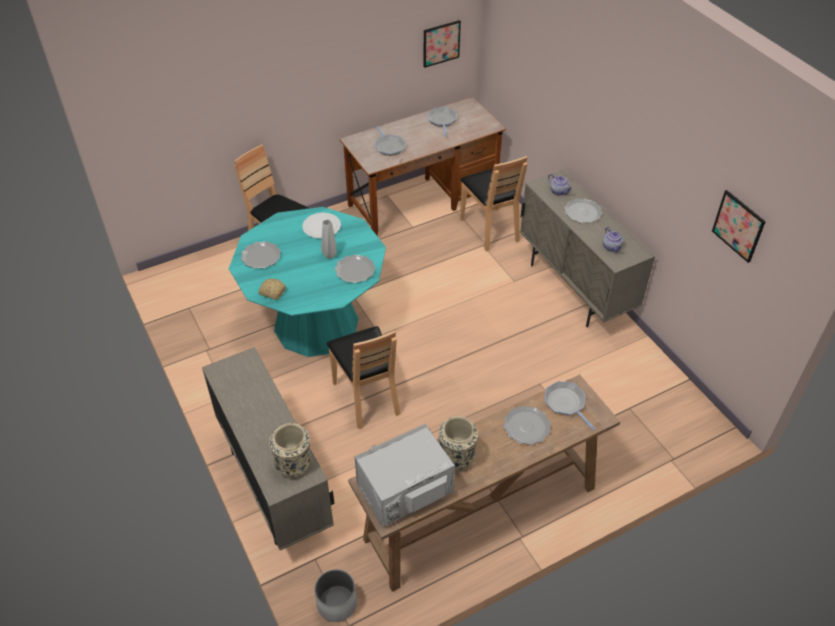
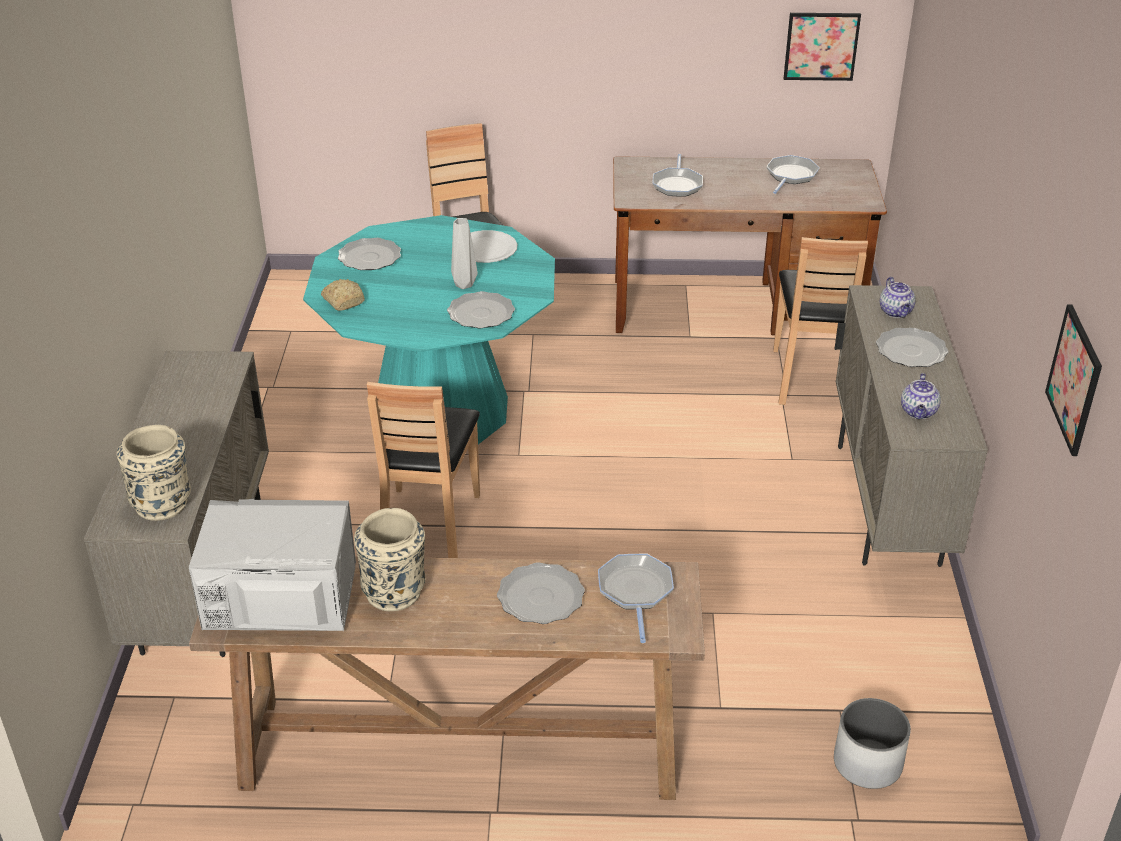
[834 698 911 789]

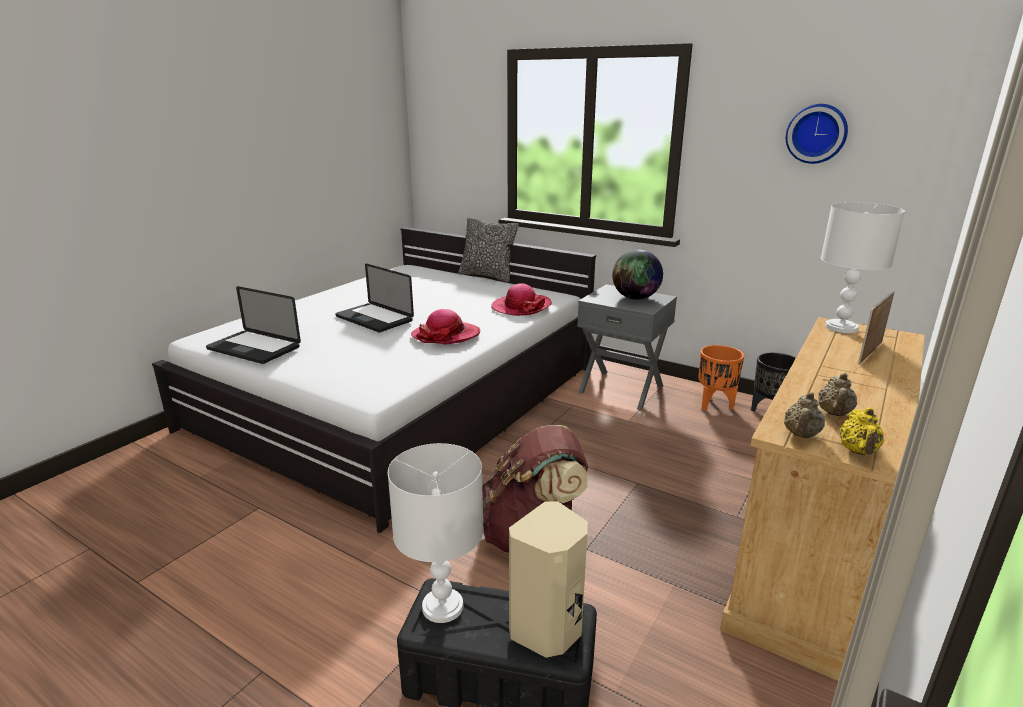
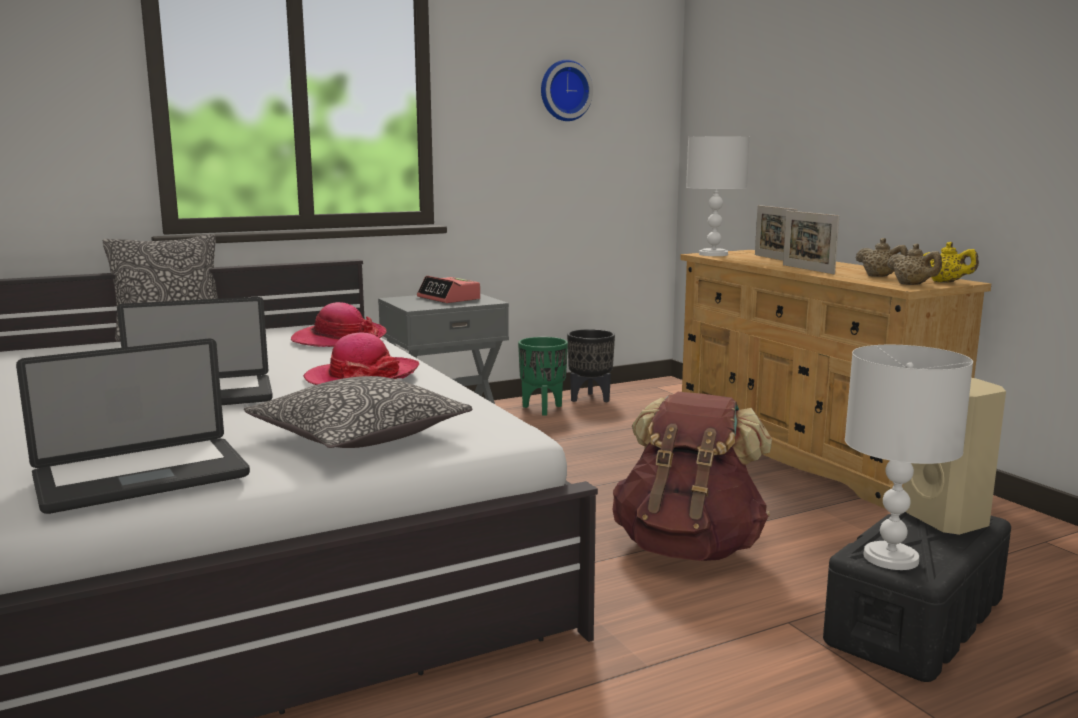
[417 276 480 303]
[518 337 568 416]
[783 210 839 274]
[244 376 472 448]

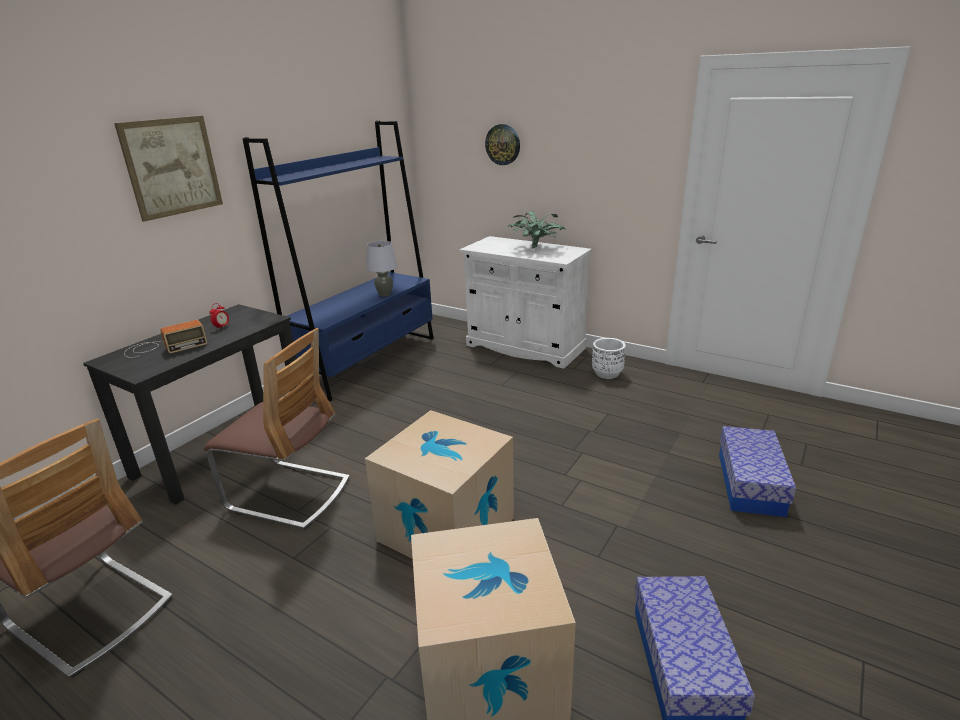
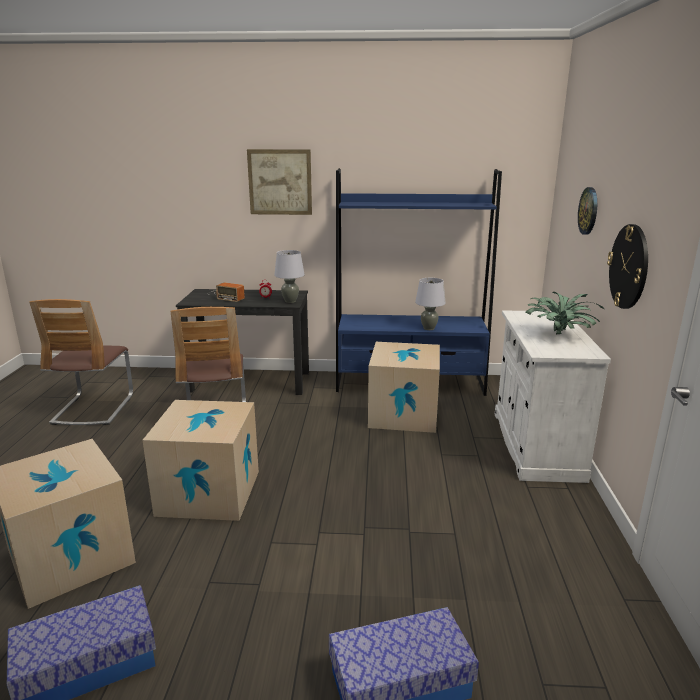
[592 338 626 379] (first image)
[607 224 648 309]
[274 250 305 303]
[368 342 440 433]

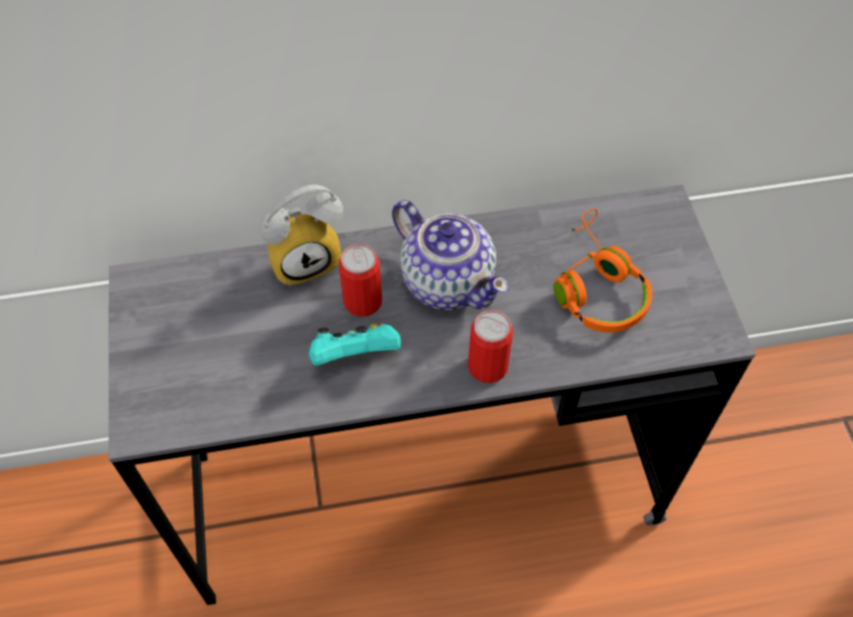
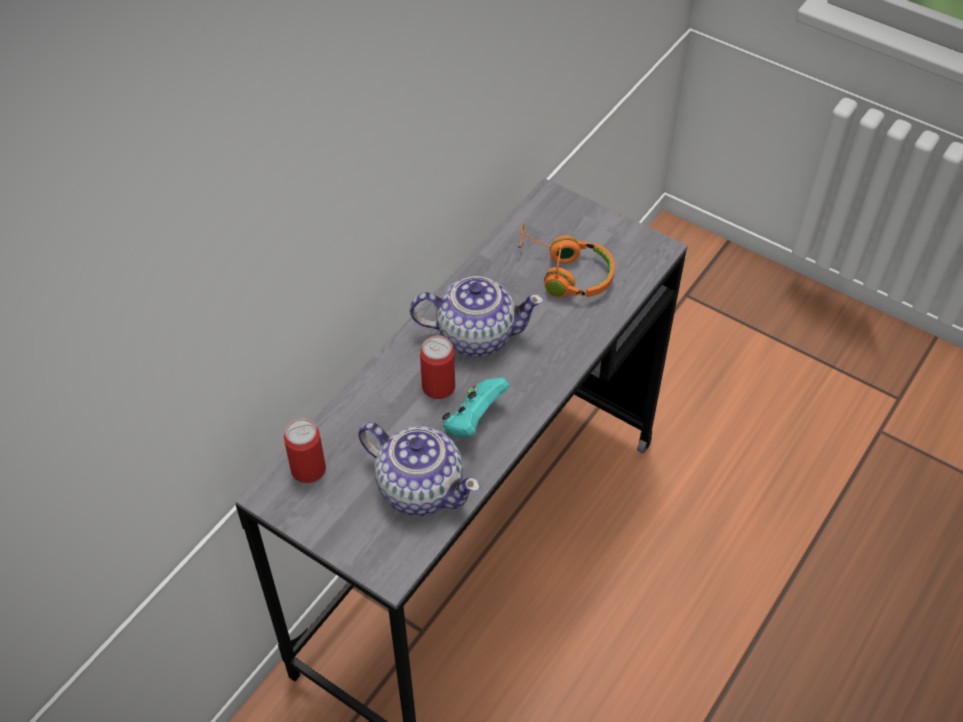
[260 185 343 286] (first image)
[284 418 326 483]
[358 422 481 516]

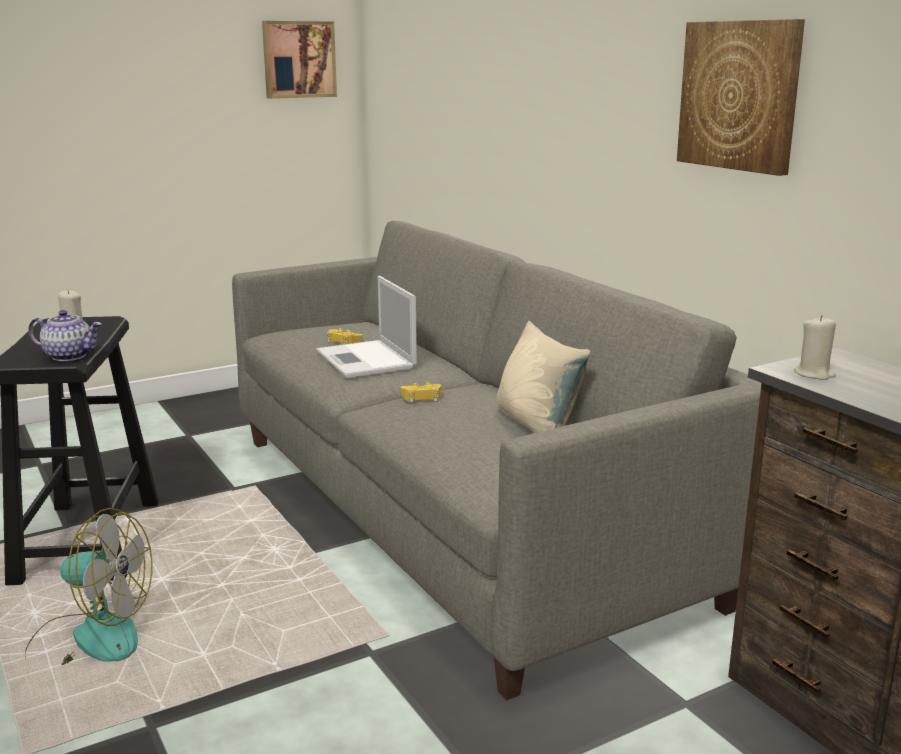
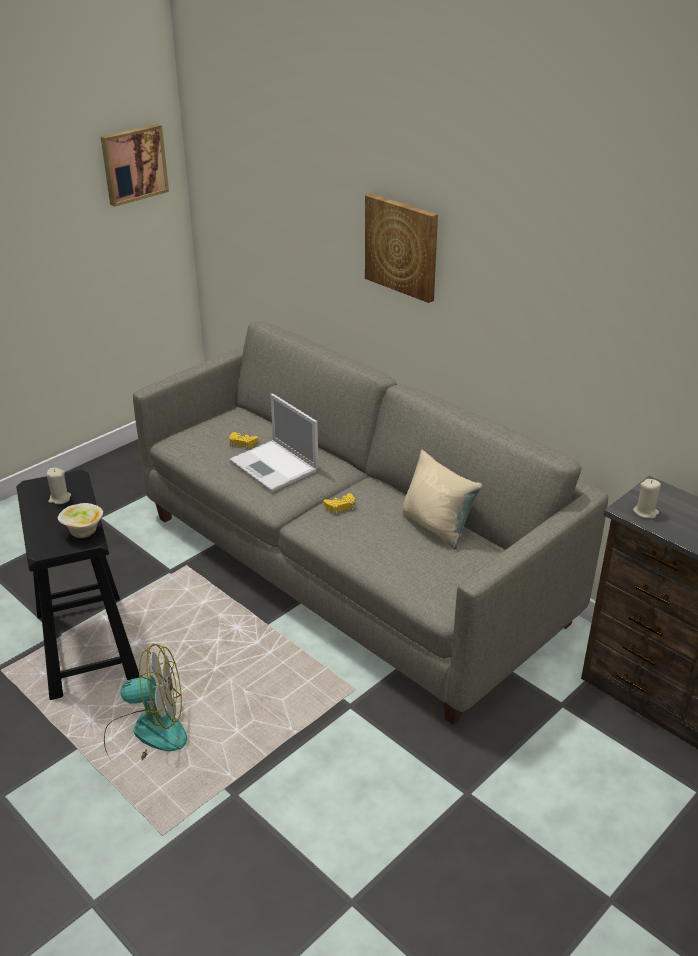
[365 194 438 303]
[57 503 103 538]

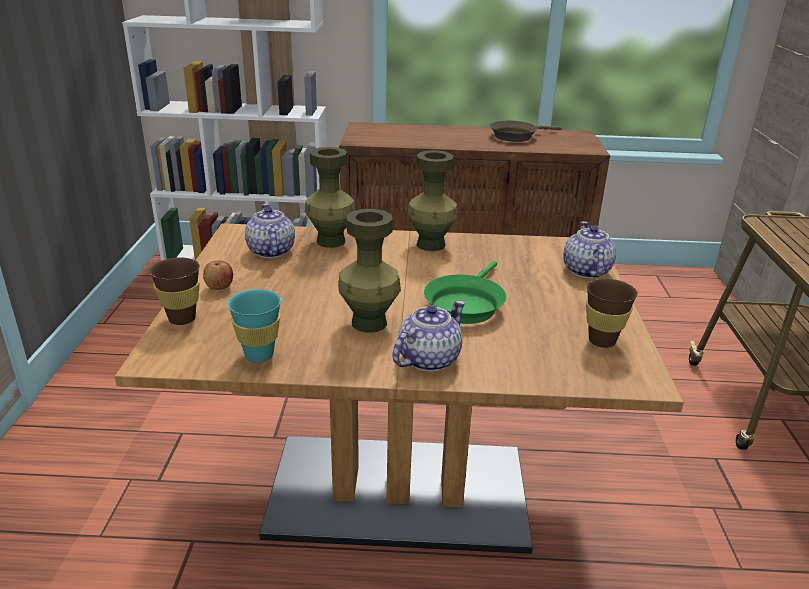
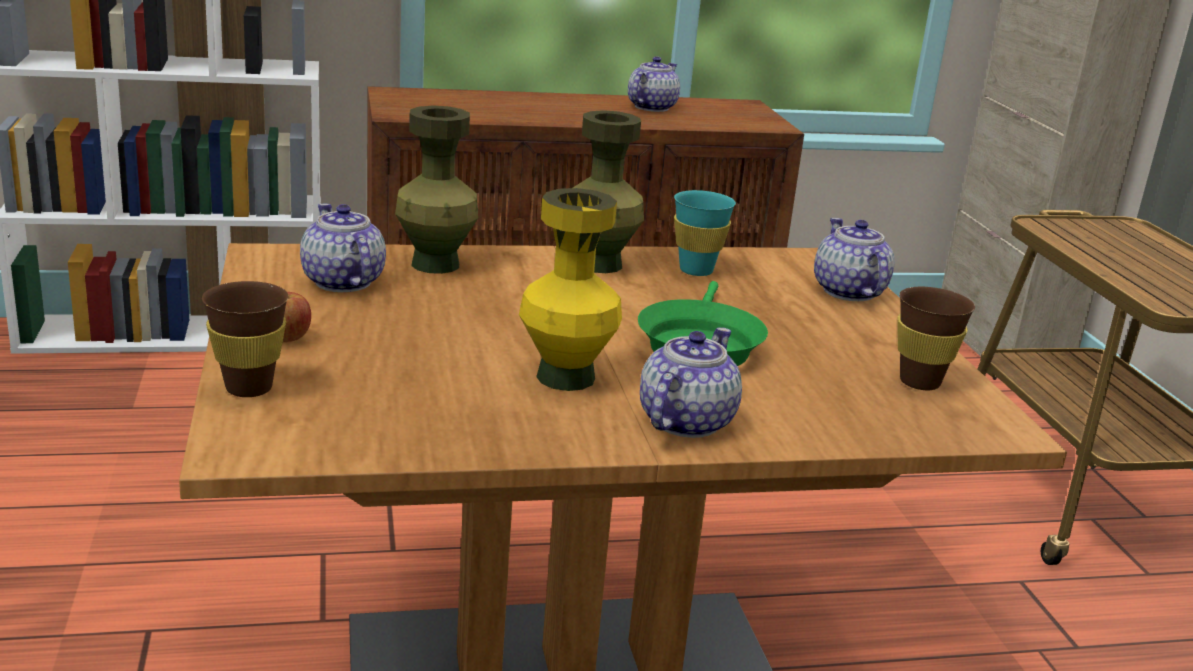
[628 56 680 112]
[519 188 622 391]
[674 190 736 276]

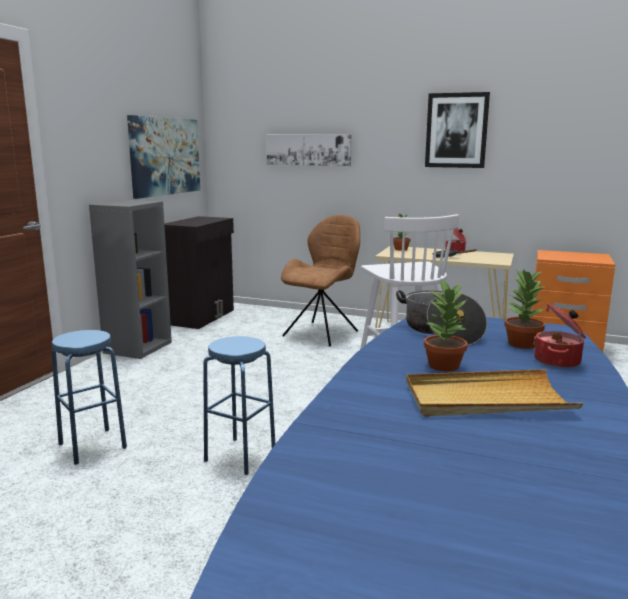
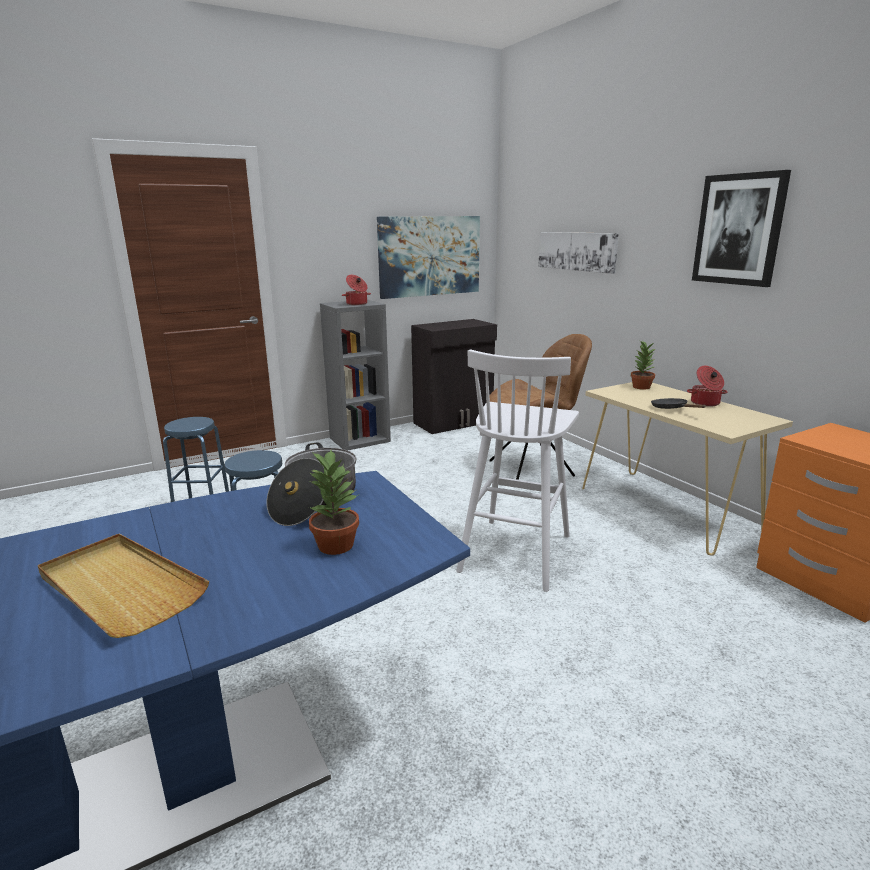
[424 279 468 372] (first image)
[342 275 371 305]

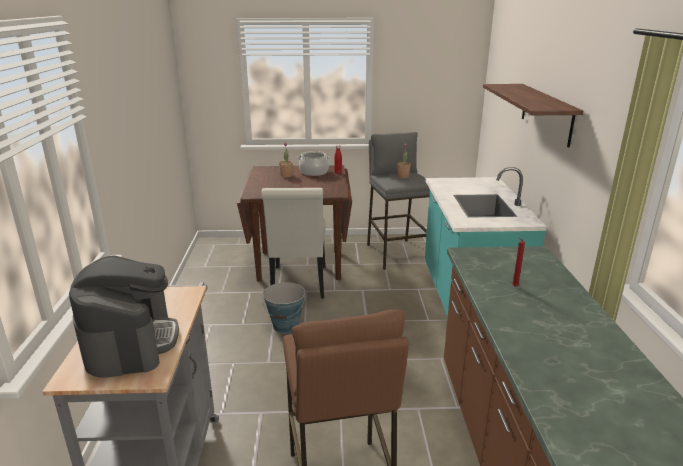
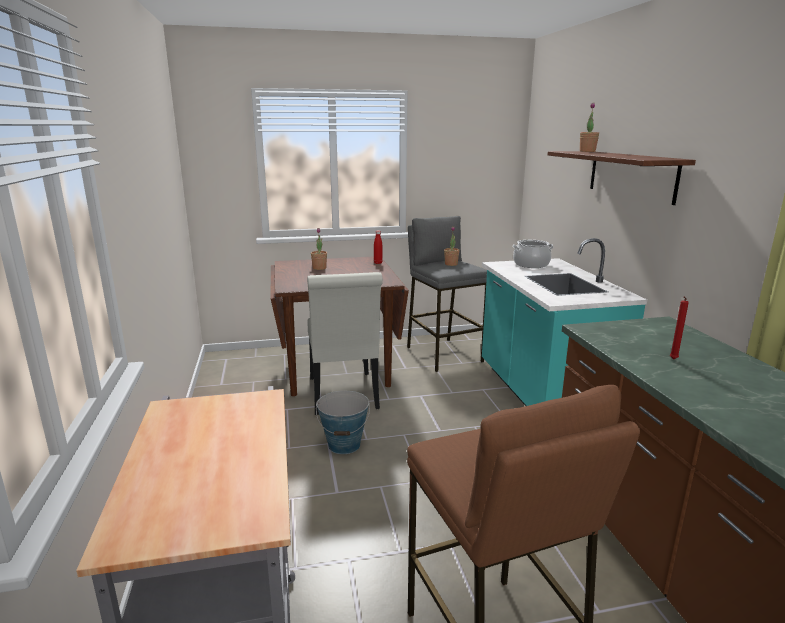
[512 240 554 268]
[69 255 179 378] (first image)
[580 103 599 152]

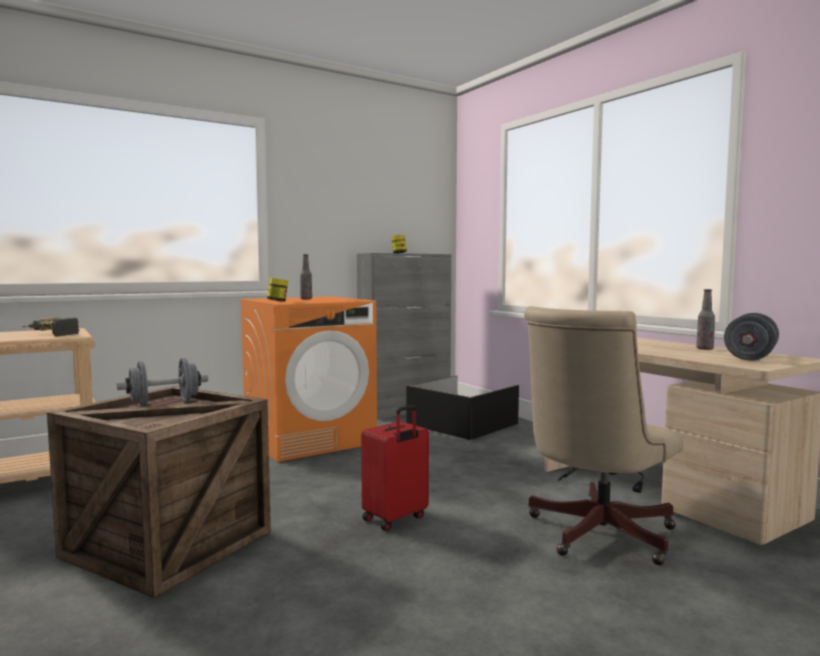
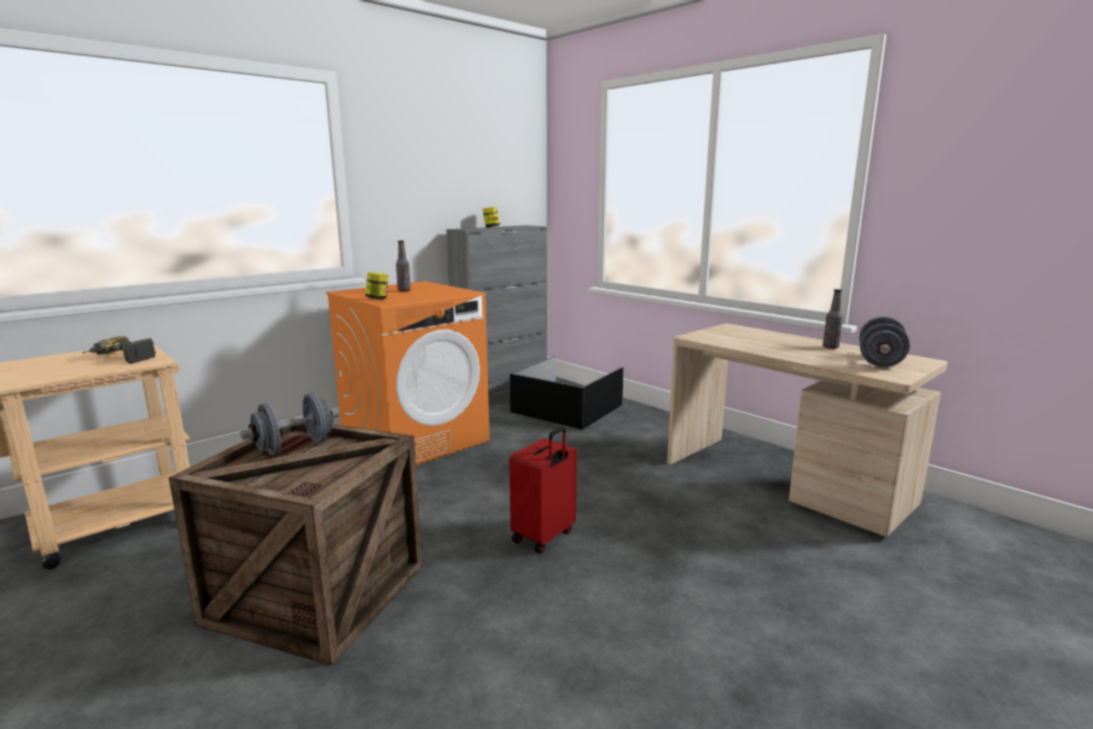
[524 306 683 565] (first image)

